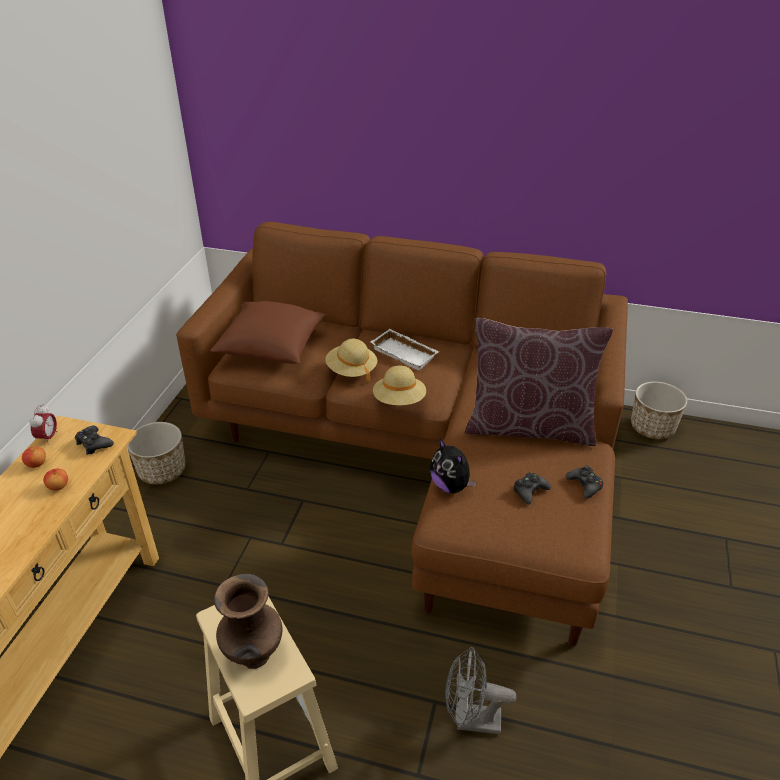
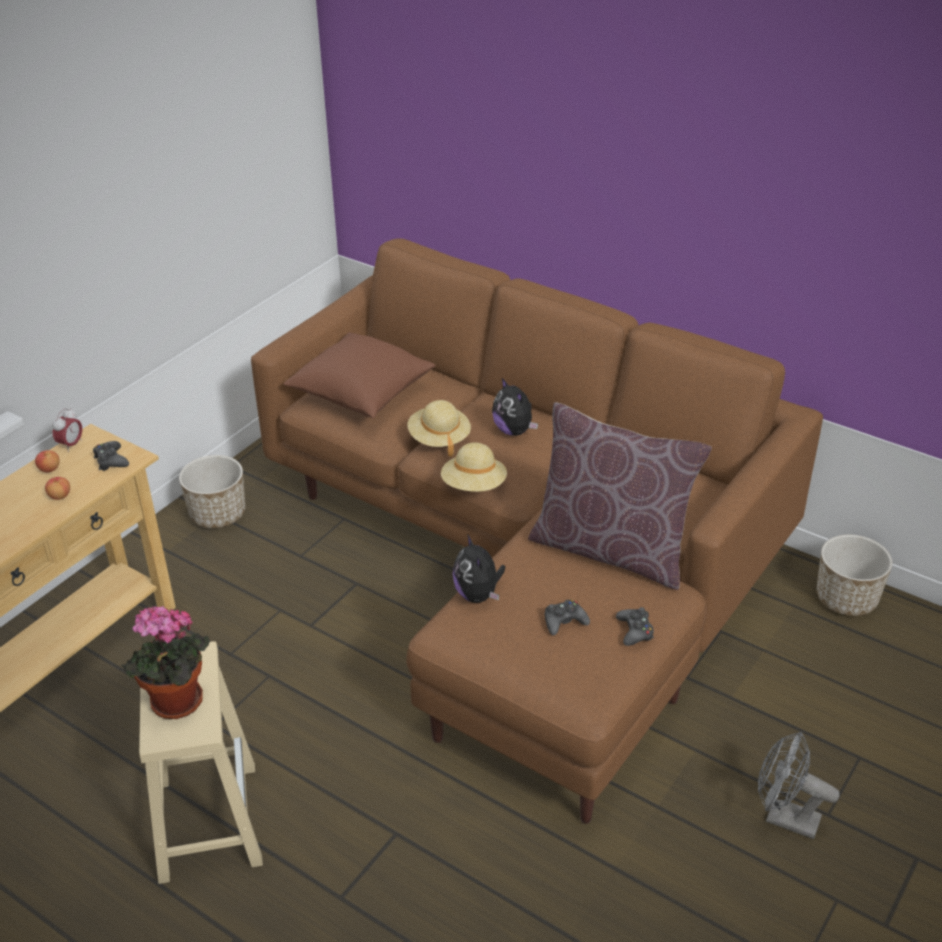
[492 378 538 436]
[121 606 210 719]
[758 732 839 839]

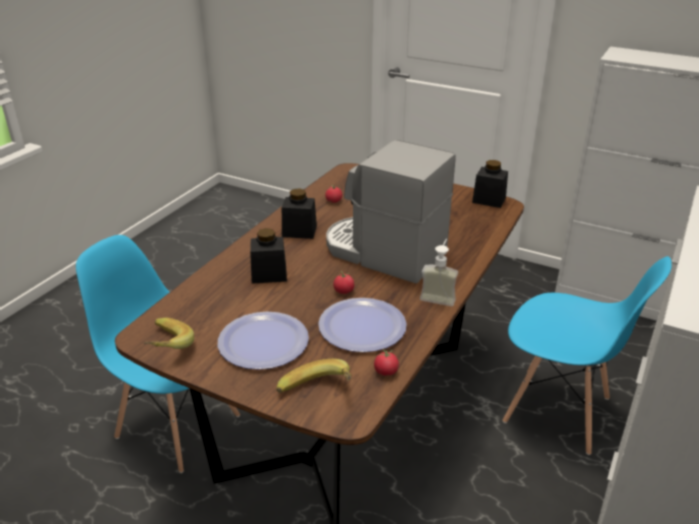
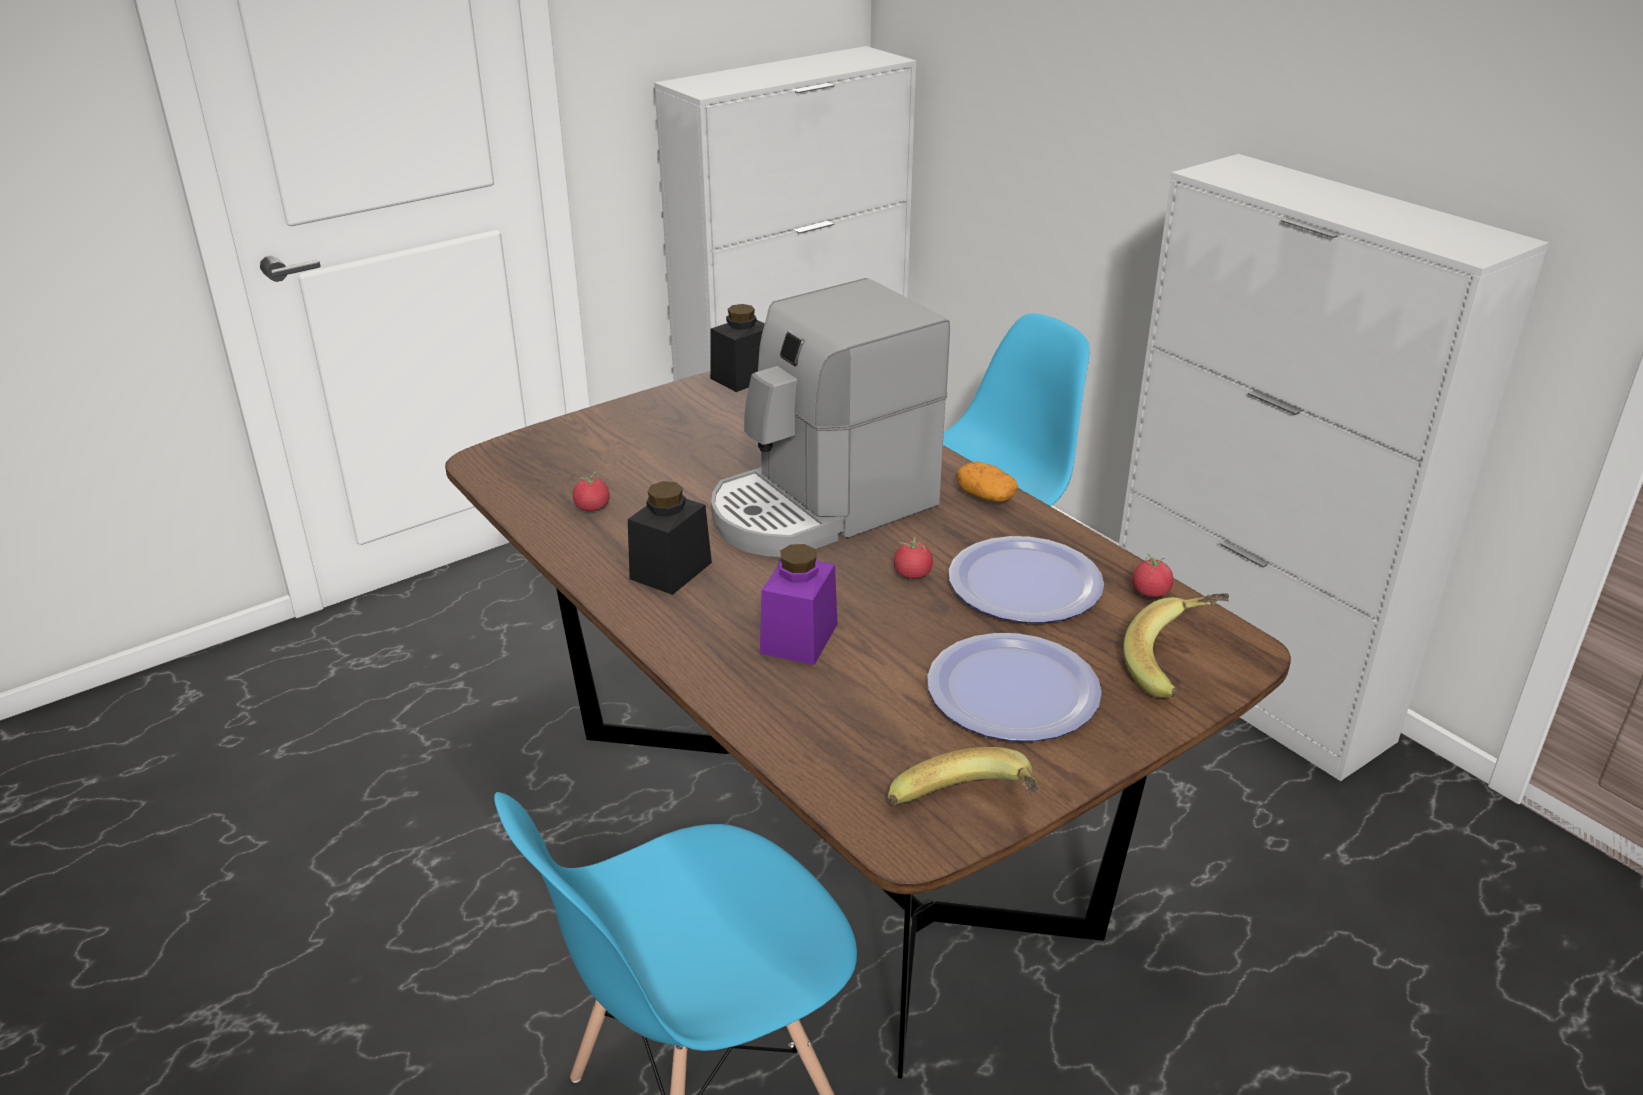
[760 544 838 665]
[956 462 1018 502]

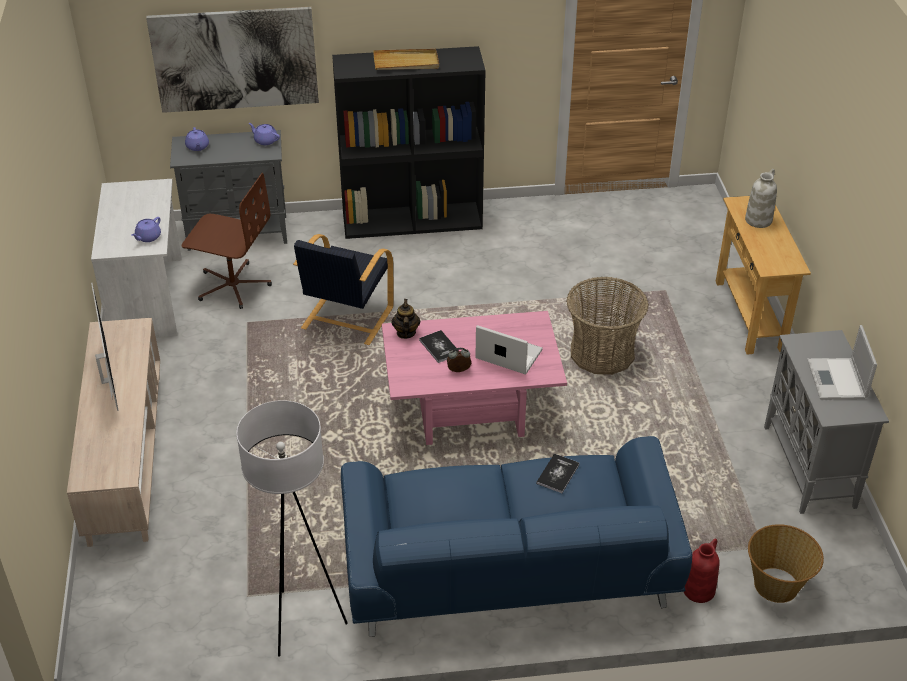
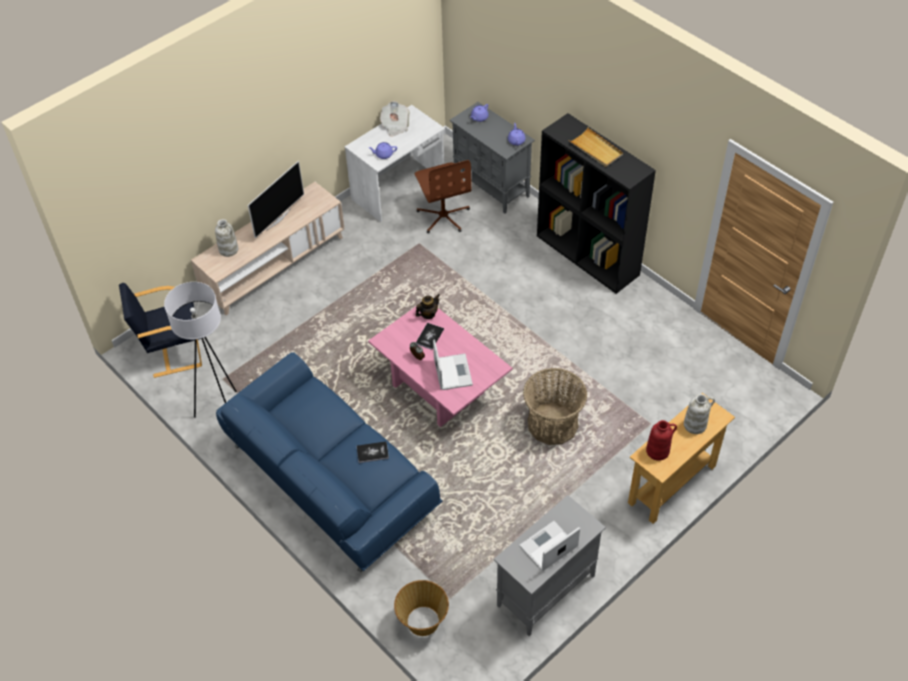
[146 7 319 113] (first image)
[119 283 202 378]
[646 420 677 461]
[380 101 410 137]
[215 219 238 257]

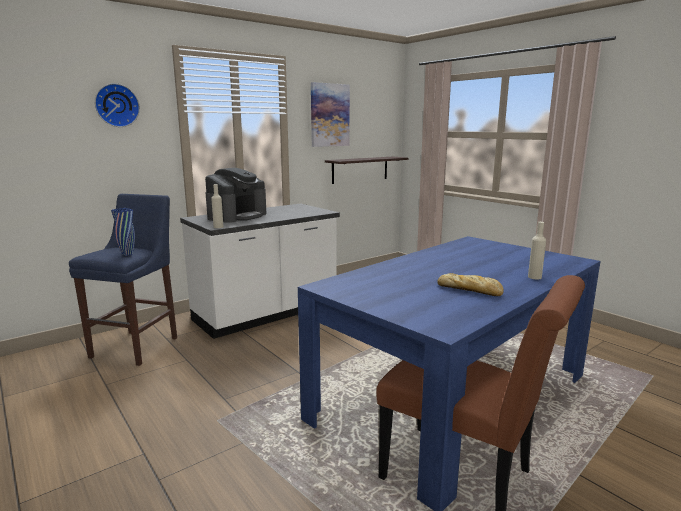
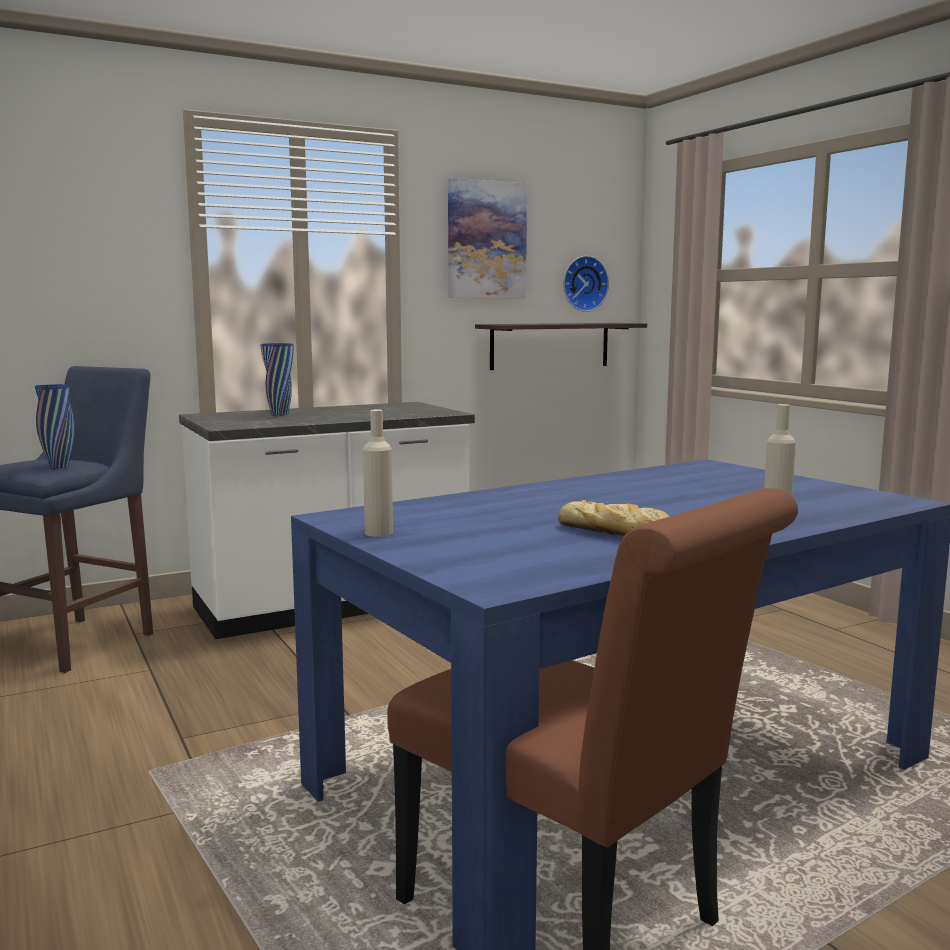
[563 256 609 312]
[261 343 294 416]
[363 410 393 537]

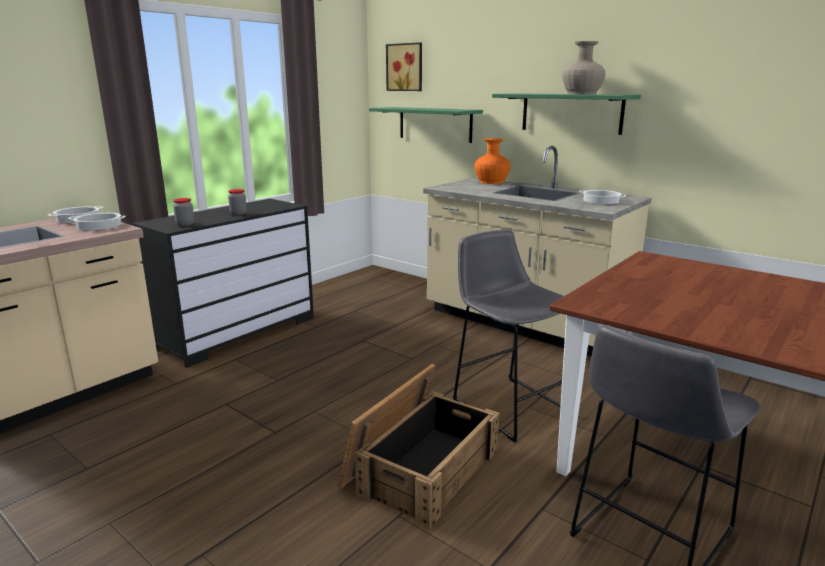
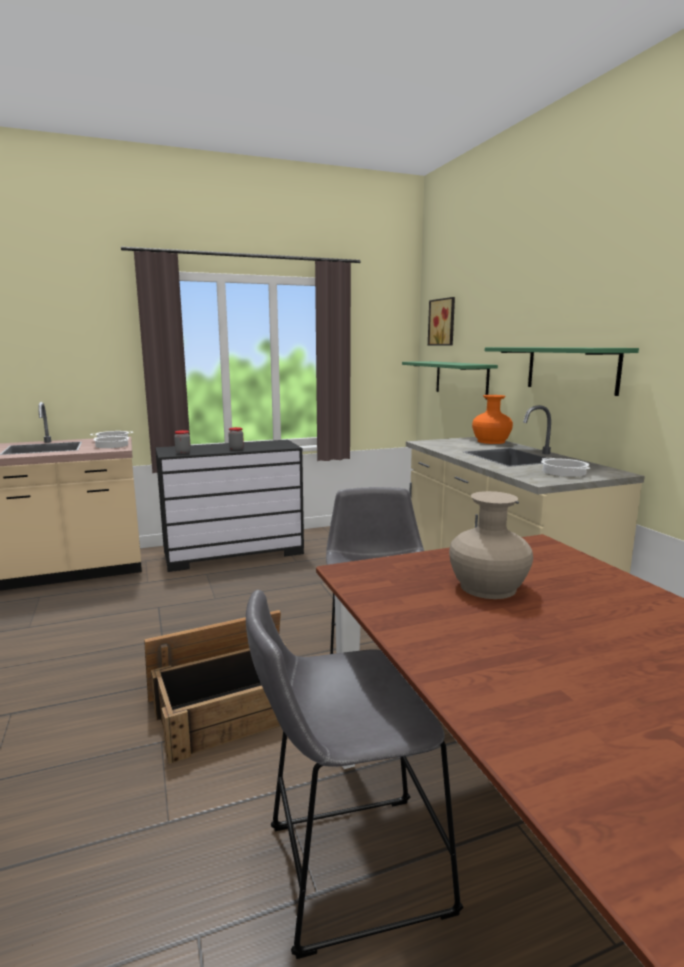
[449 491 533 599]

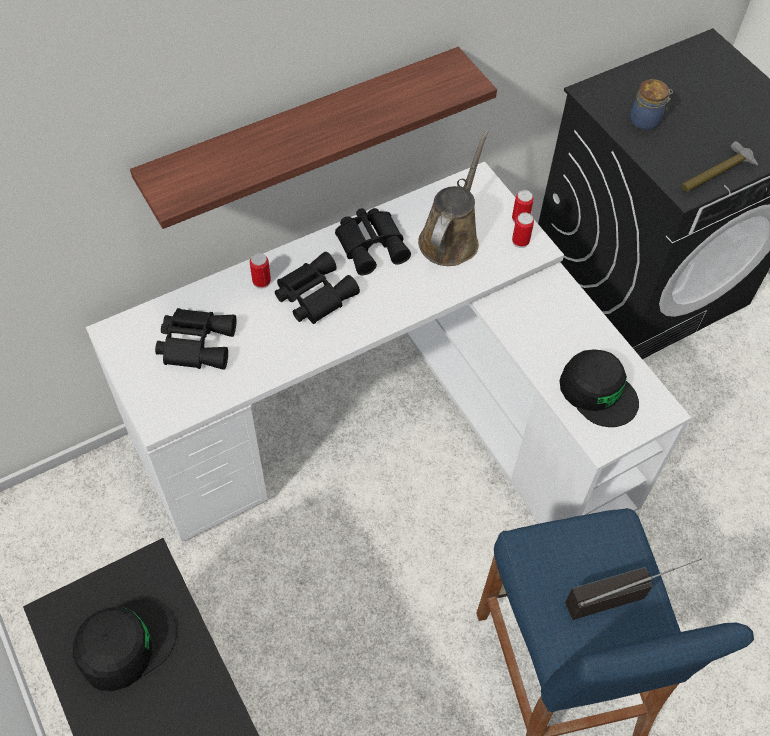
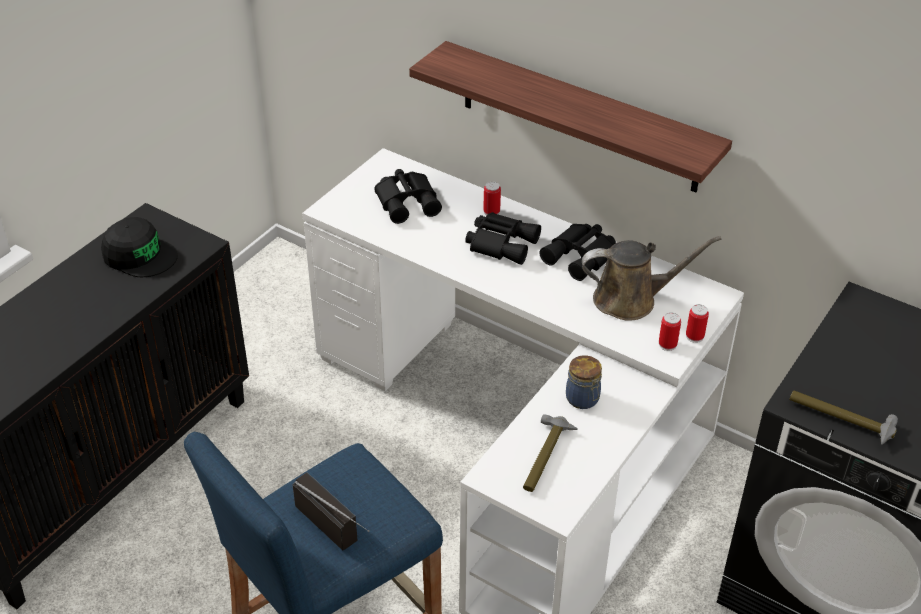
[566 355 602 409]
[523 414 578 492]

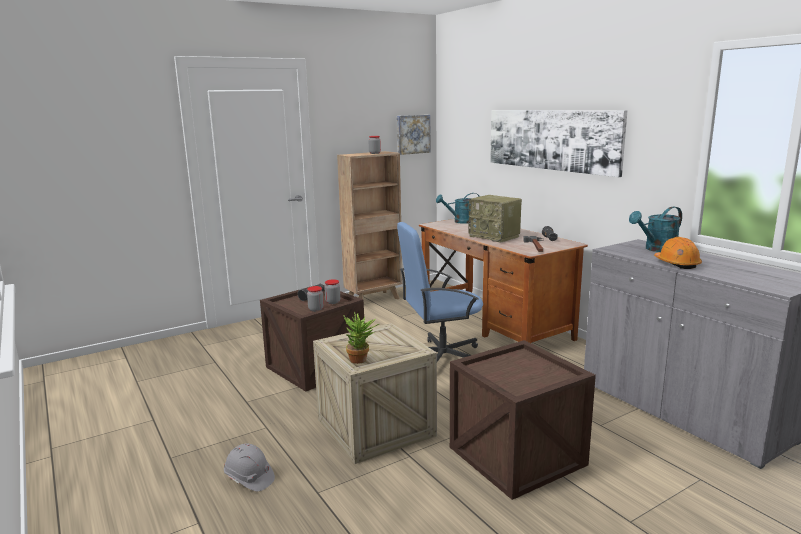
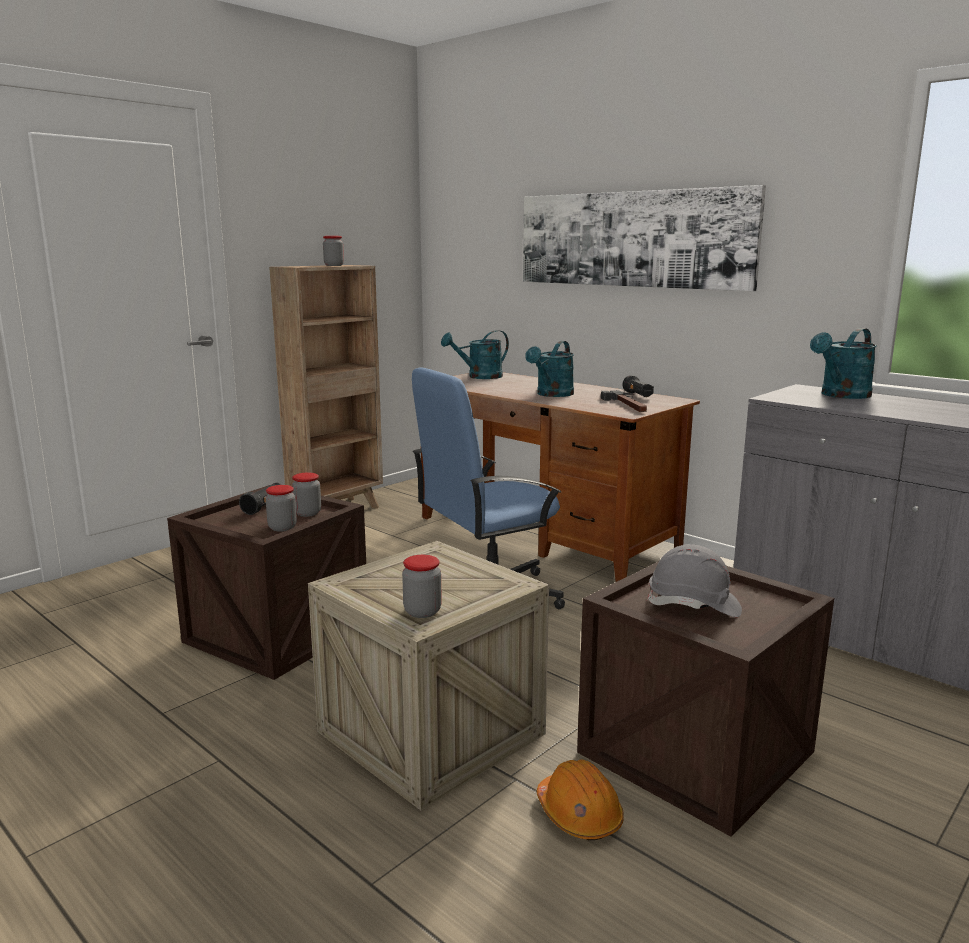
[397 115 431 155] (first image)
[525 341 574 397]
[537 760 624 840]
[402 555 442 618]
[646 544 742 617]

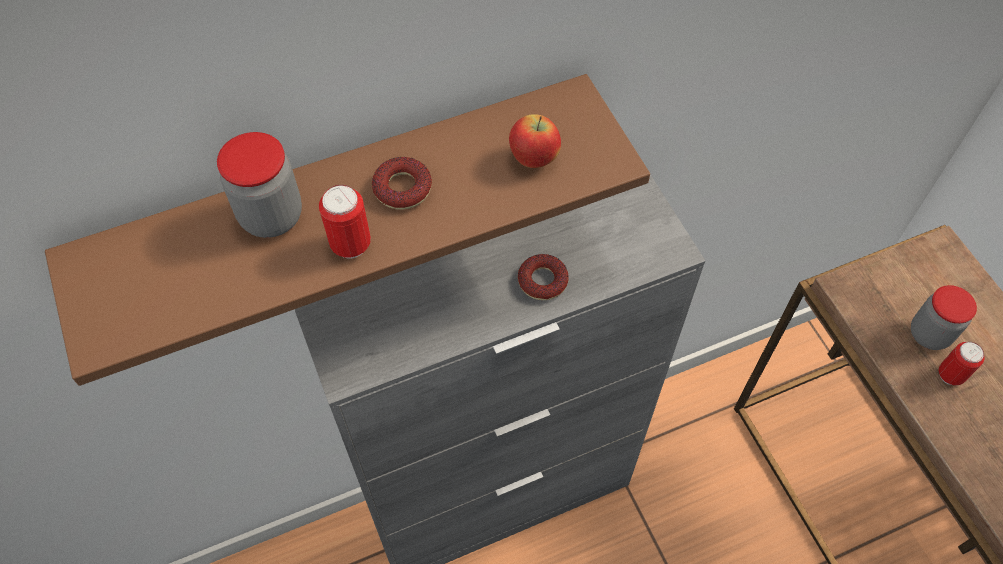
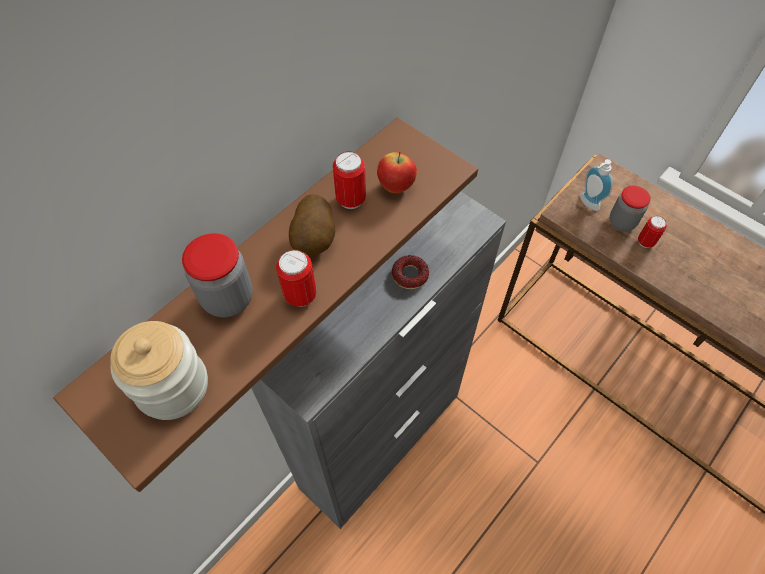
[289 194 335 256]
[333 151 366 209]
[580 159 613 211]
[110 321 208 420]

